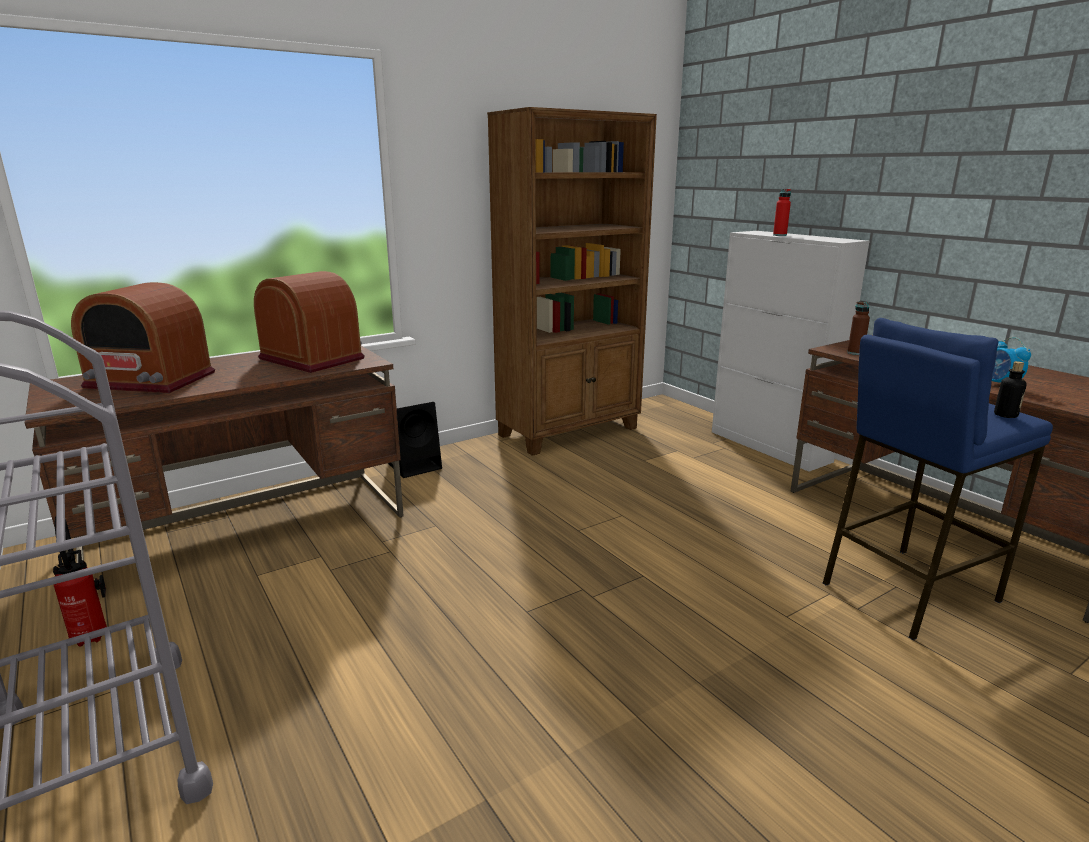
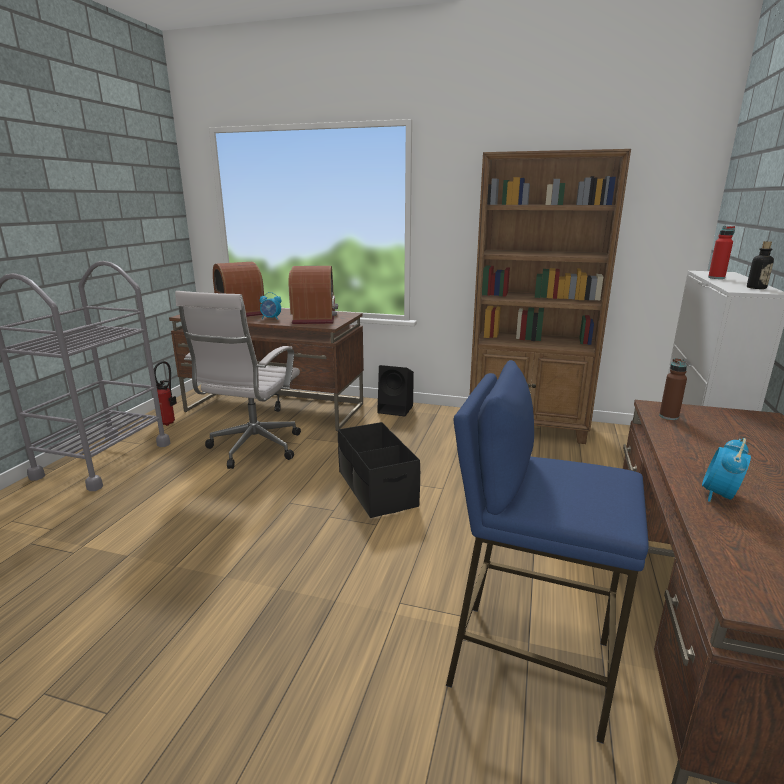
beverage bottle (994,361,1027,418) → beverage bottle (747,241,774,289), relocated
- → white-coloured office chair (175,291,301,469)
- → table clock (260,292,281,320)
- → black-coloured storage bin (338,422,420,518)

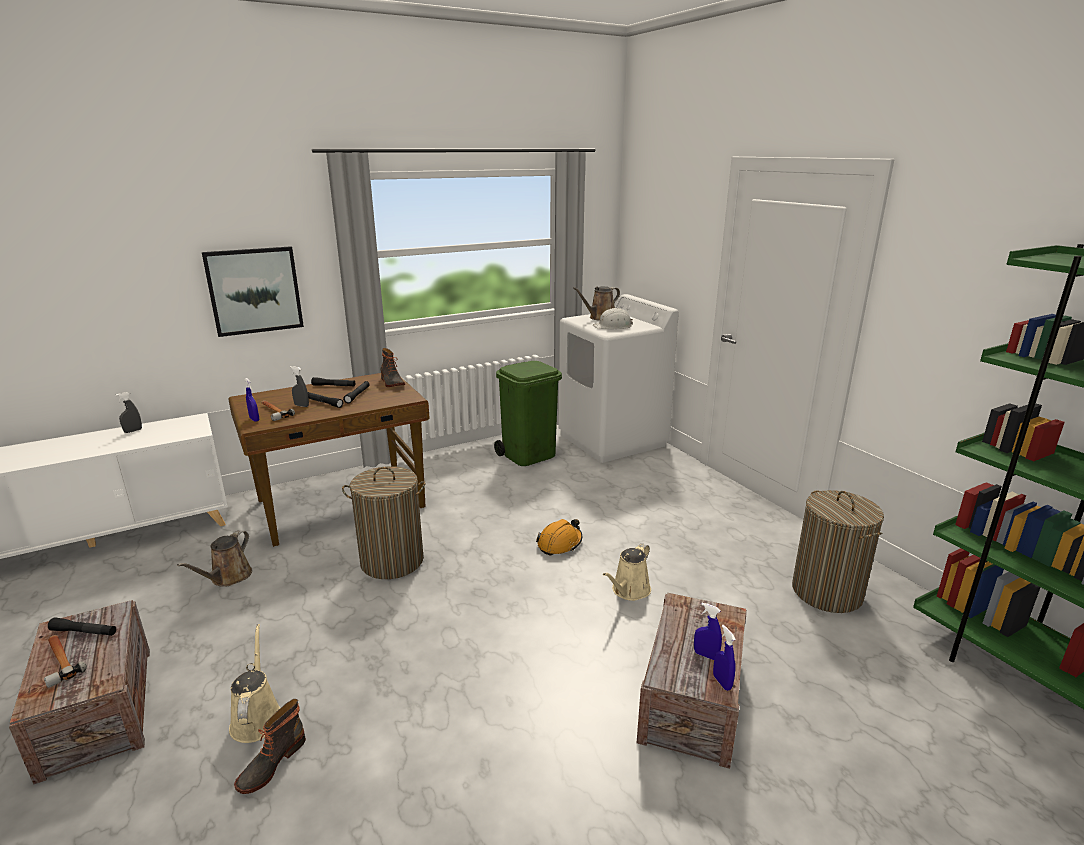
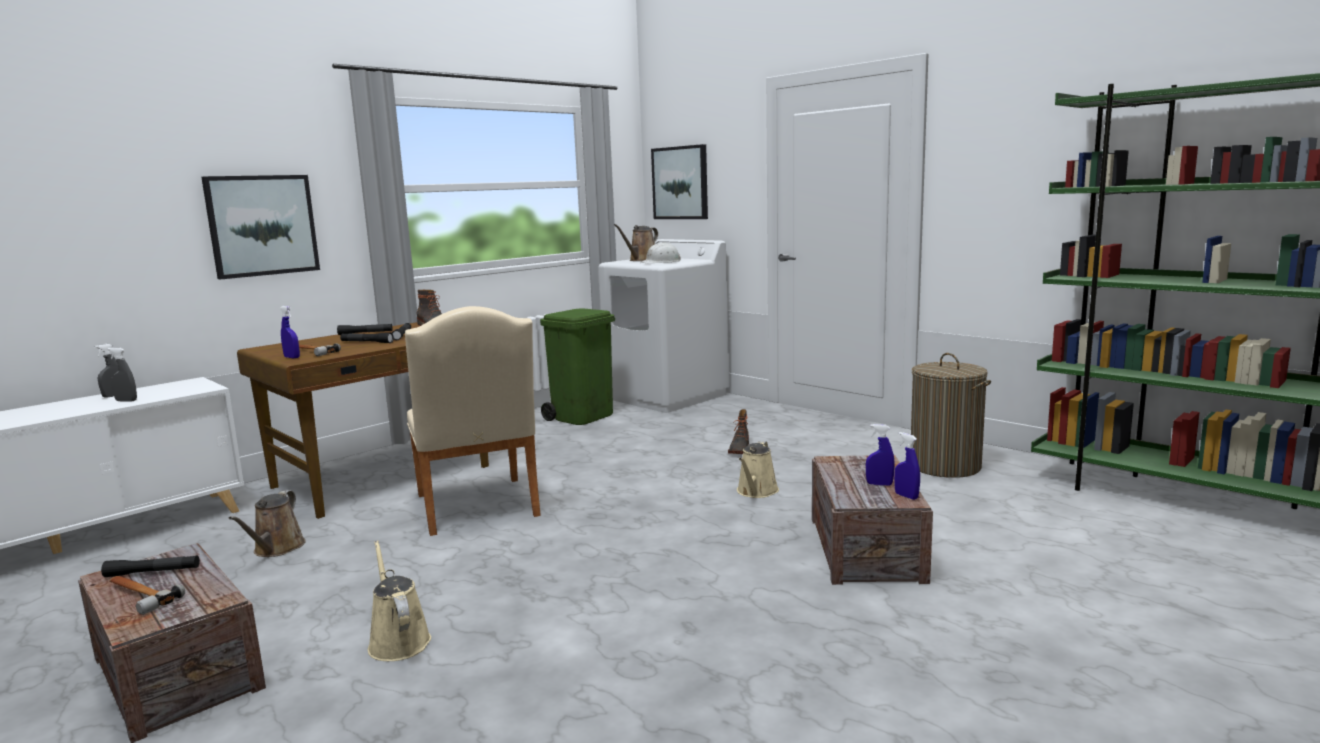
grey spray bottle (290,366,309,407) → grey spray bottle (107,348,137,402), relocated
washing basket (342,466,426,579) → beige-coloured upright chair (405,306,541,536)
orange-coloured hard hat (536,519,582,556) → -
tall boot (234,699,306,794) → tall boot (728,409,749,454), relocated
- → wall picture (651,144,708,219)

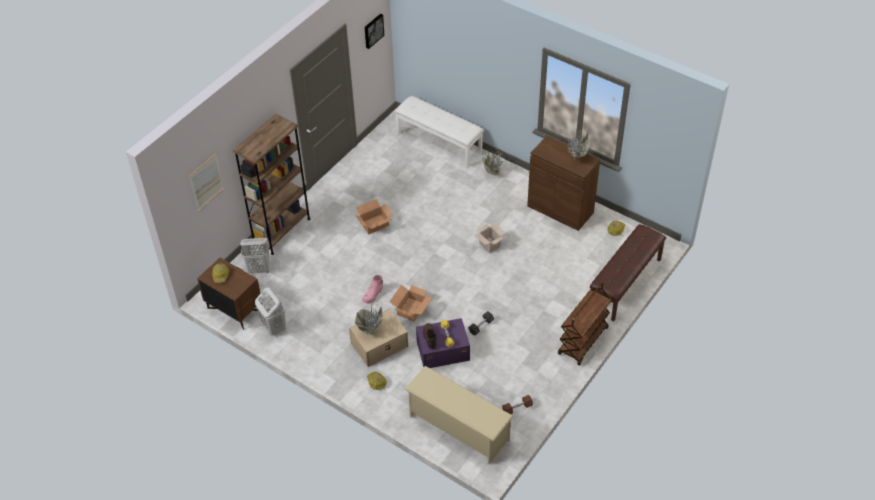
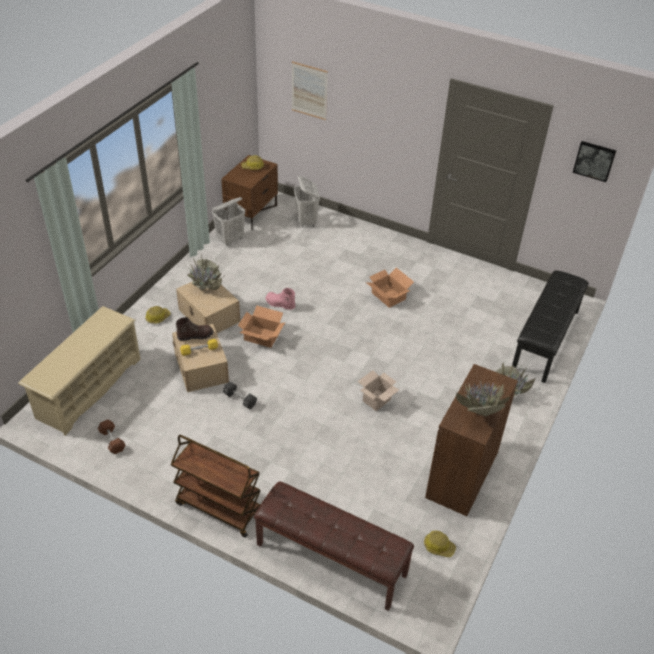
white-coloured long seat (395,96,484,168) → black-coloured long seat (512,270,589,383)
brown bookcase (233,114,310,255) → -
purple storage bin (416,318,470,368) → beige-coloured storage bin (172,324,229,392)

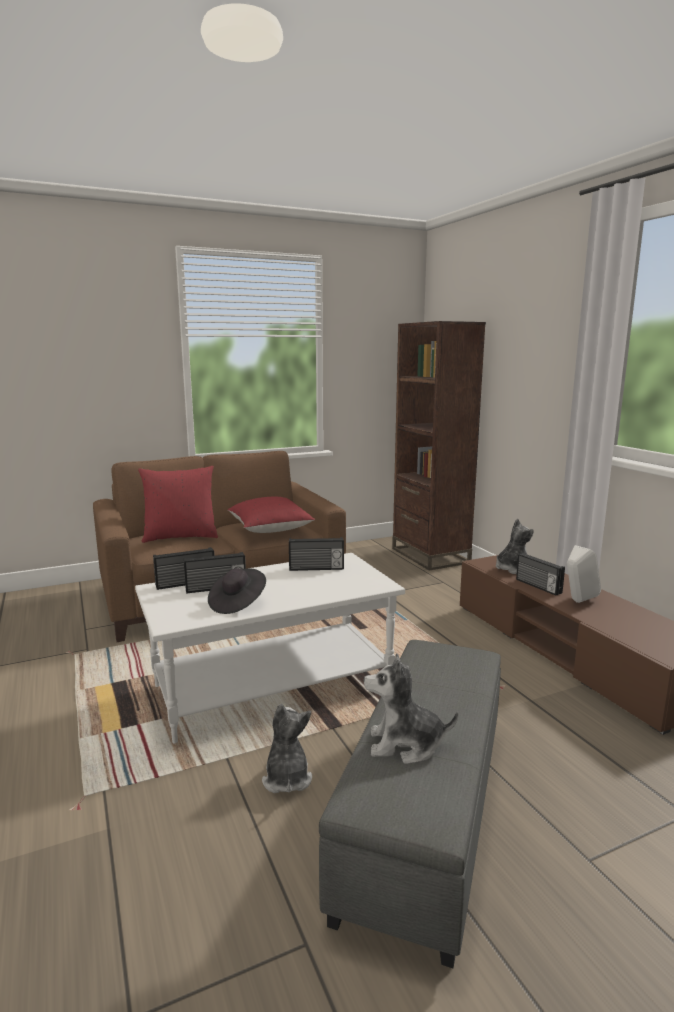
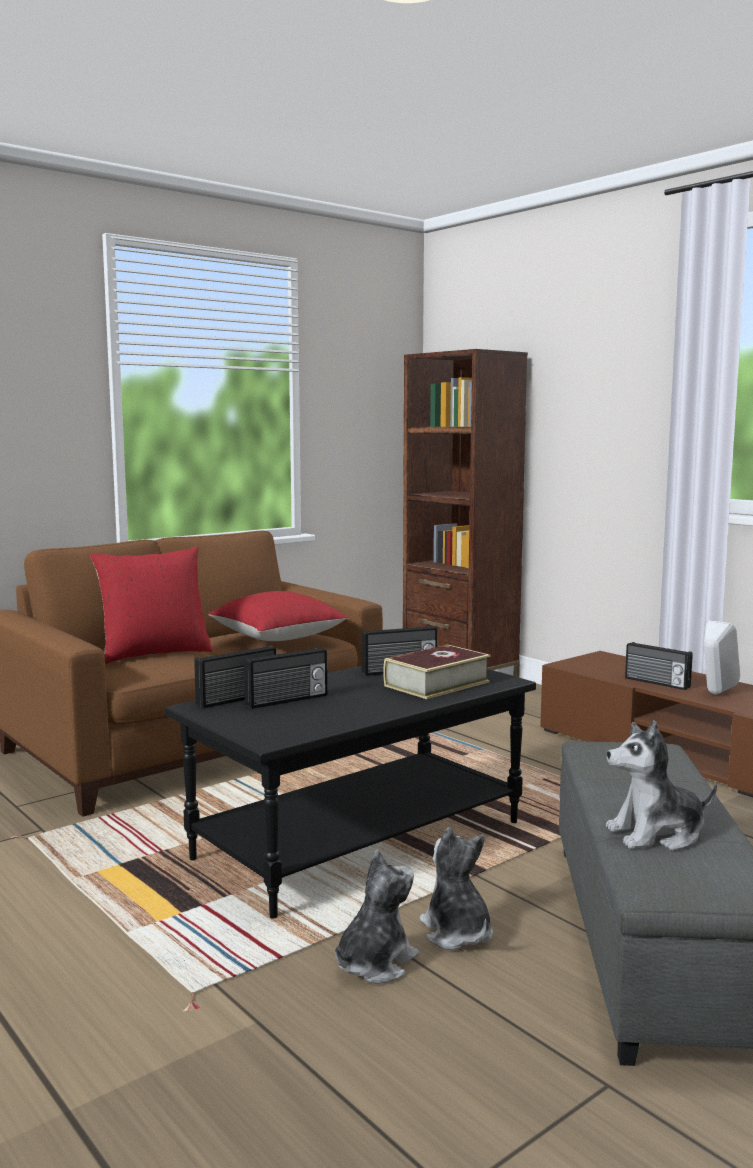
plush toy (496,518,534,574) → plush toy (335,849,419,983), relocated
white-coloured lounge table (135,553,405,743) → black-coloured lounge table (164,666,536,919)
black-coloured clothing hat (208,568,266,614) → -
- → bound book (383,645,490,699)

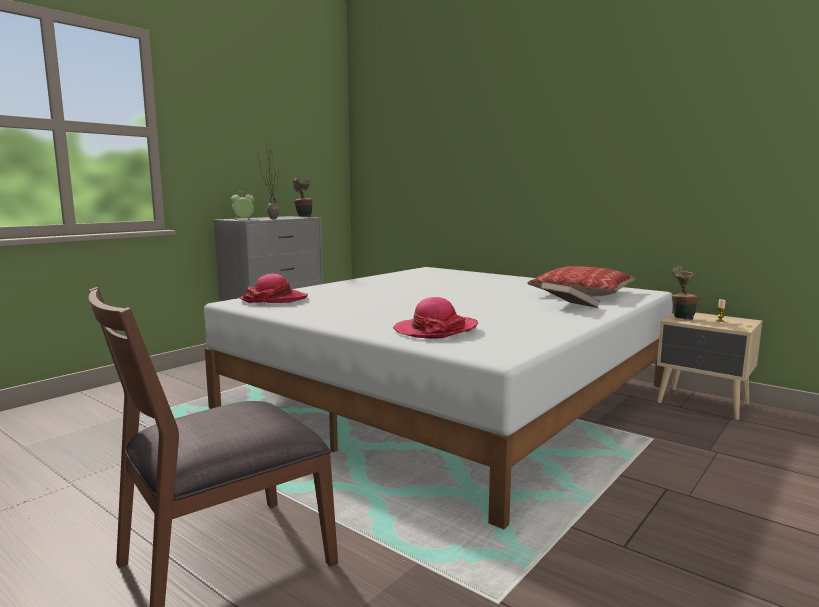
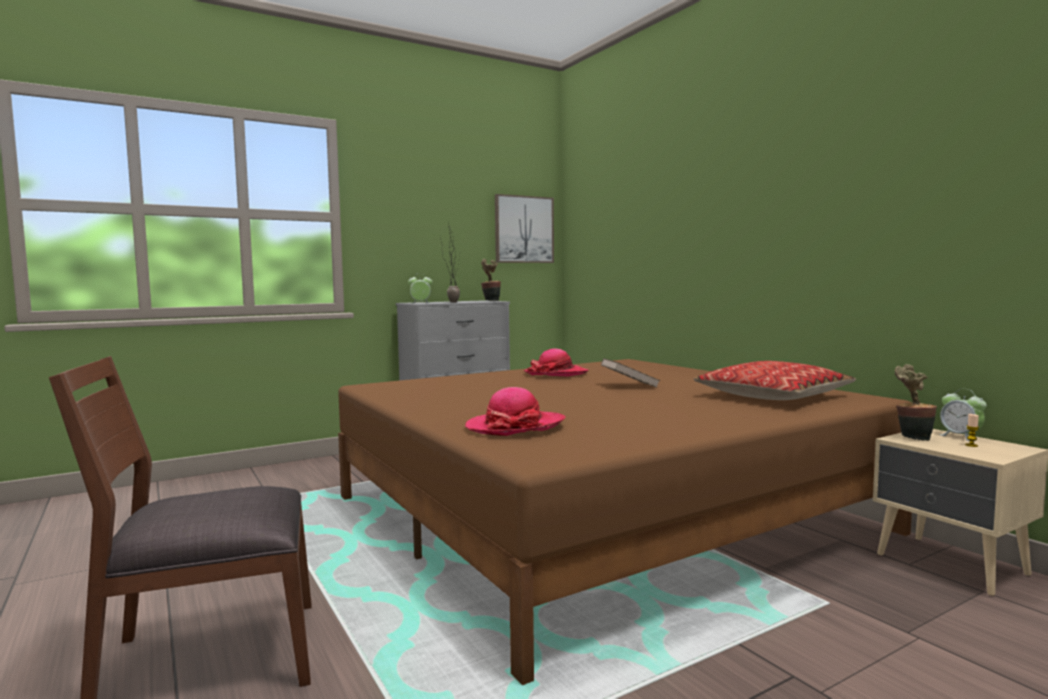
white-coloured bed (204,267,673,529) → brown bed (338,359,912,685)
clothing hat (240,274,308,303) → clothing hat (524,348,589,377), relocated
brown bound book (541,281,601,308) → brown bound book (601,358,660,388), relocated
- → wall picture (495,194,554,263)
- → table clock (939,389,987,442)

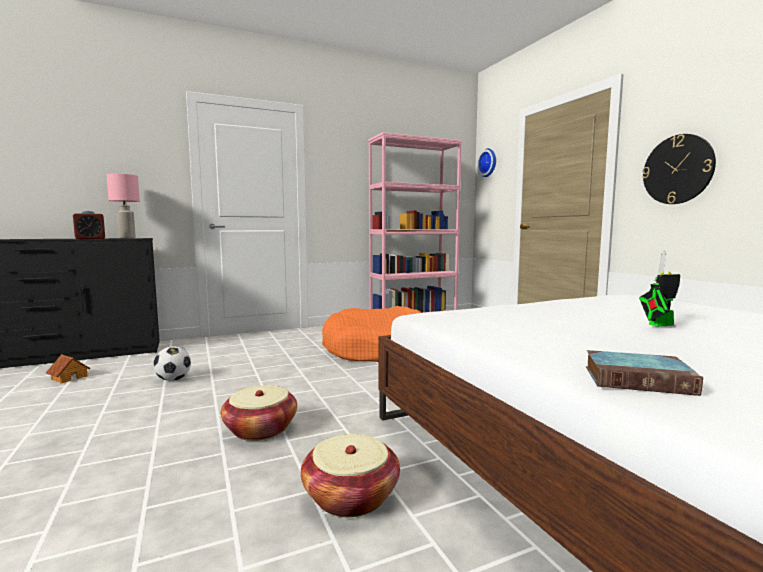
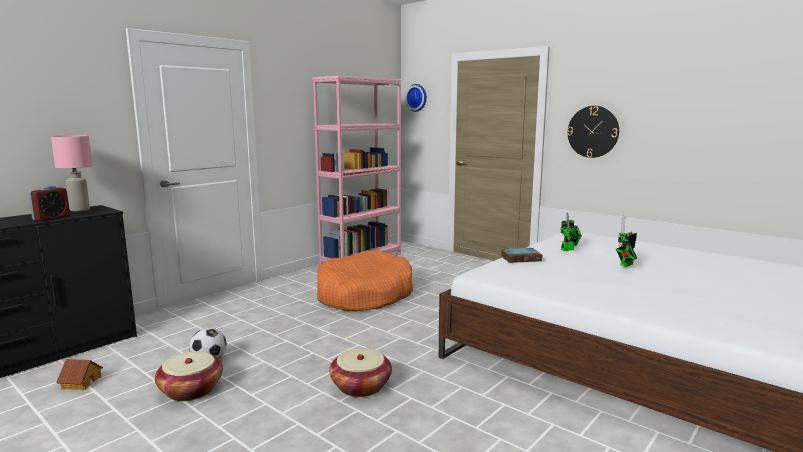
bound book (585,350,703,396) → bound book (501,248,542,263), relocated
storage basket (301,434,400,517) → storage basket (155,351,223,401), relocated
- → model robot (561,212,582,251)

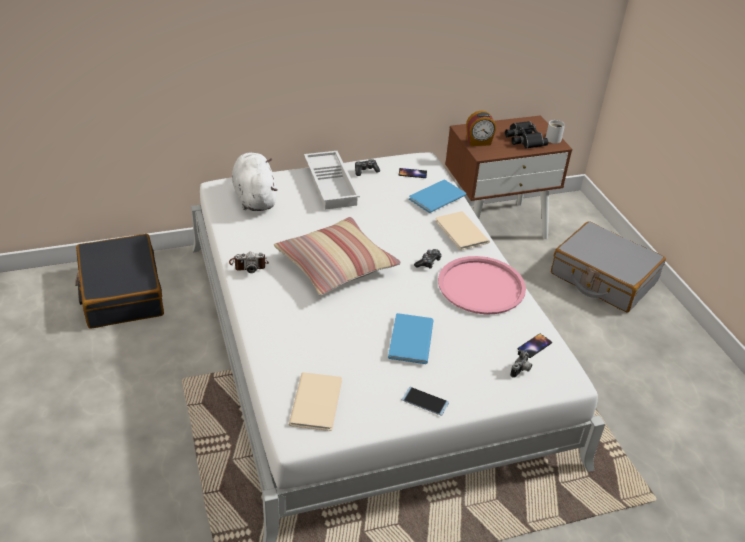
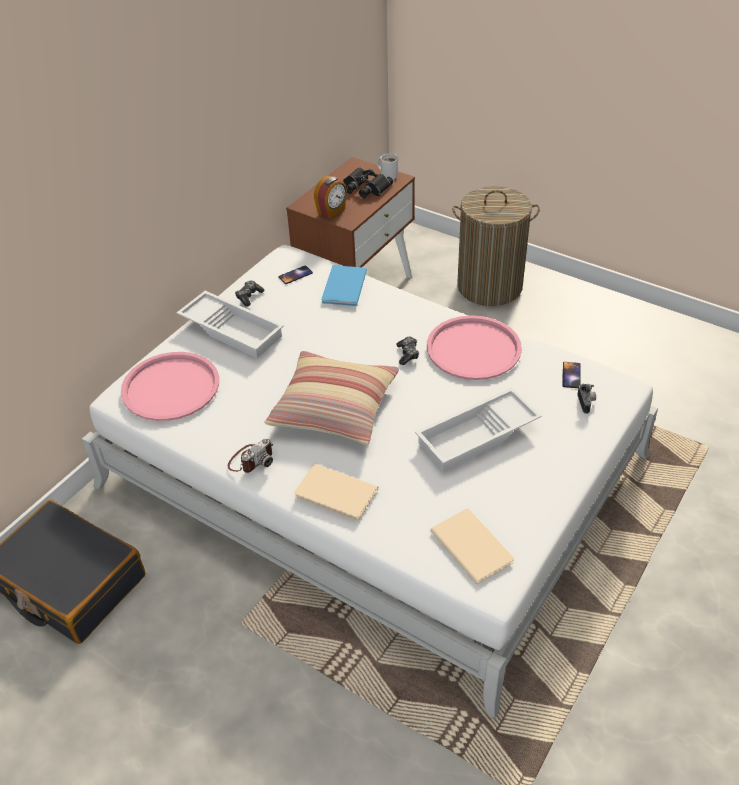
white-coloured plush toy (232,153,278,211) → pink carrying tray (121,352,219,421)
beige-coloured bound book (435,211,490,250) → beige-coloured bound book (294,464,378,521), relocated
grey piece of luggage (551,221,666,313) → washing basket (452,186,540,306)
blue bound book (388,313,434,364) → white-coloured carrying tray (415,387,541,471)
handset (402,387,449,416) → -

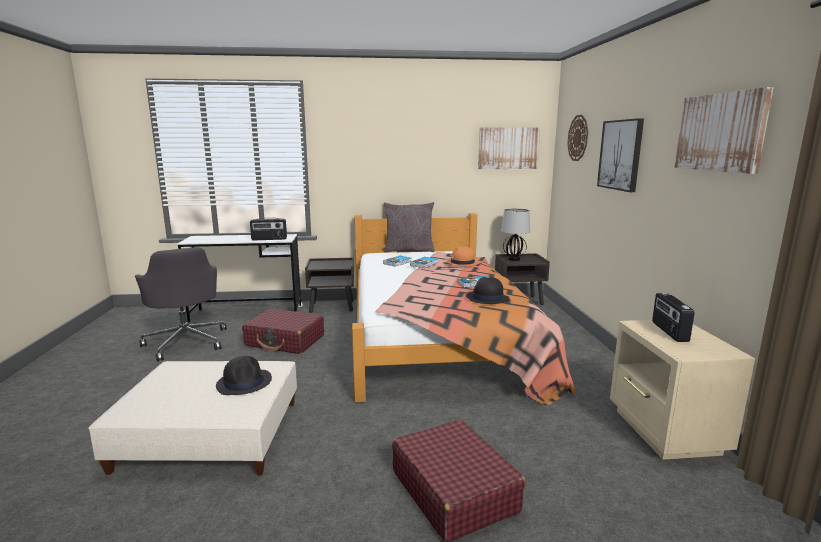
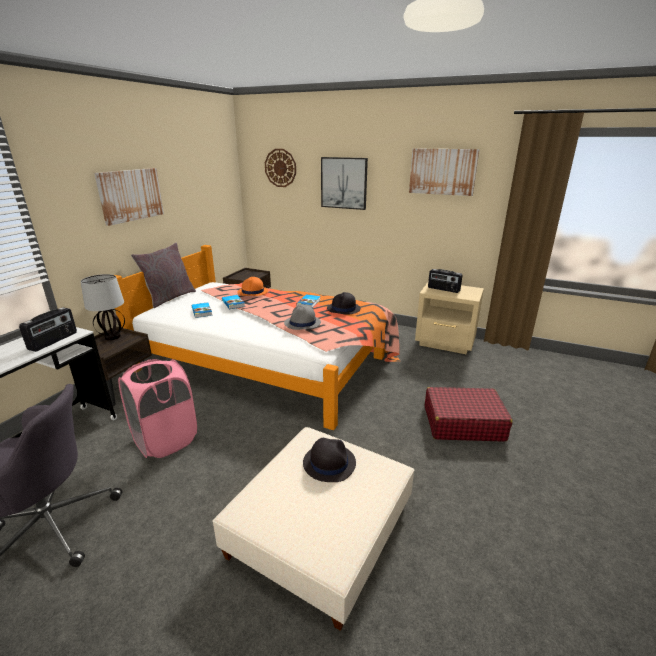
wall picture (478,127,540,169) → wall picture (94,168,164,226), relocated
lamp for a table (501,208,530,261) → lamp for a table (81,274,125,340), relocated
red-coloured piece of luggage (242,309,324,354) → pink washing basket (118,359,197,458)
- → grey clothing hat (284,305,321,330)

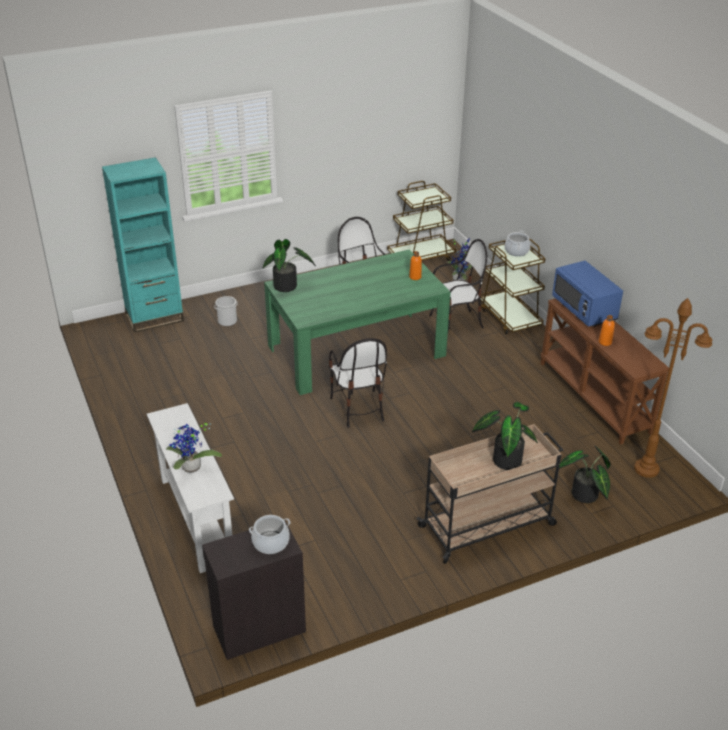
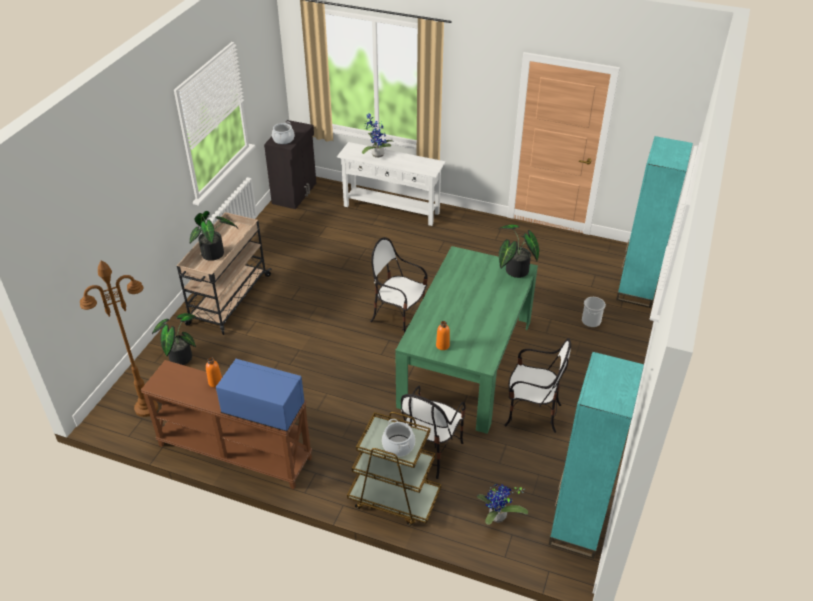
brown wheeled cart (387,181,456,261) → blue-green bookcase (549,352,644,559)

